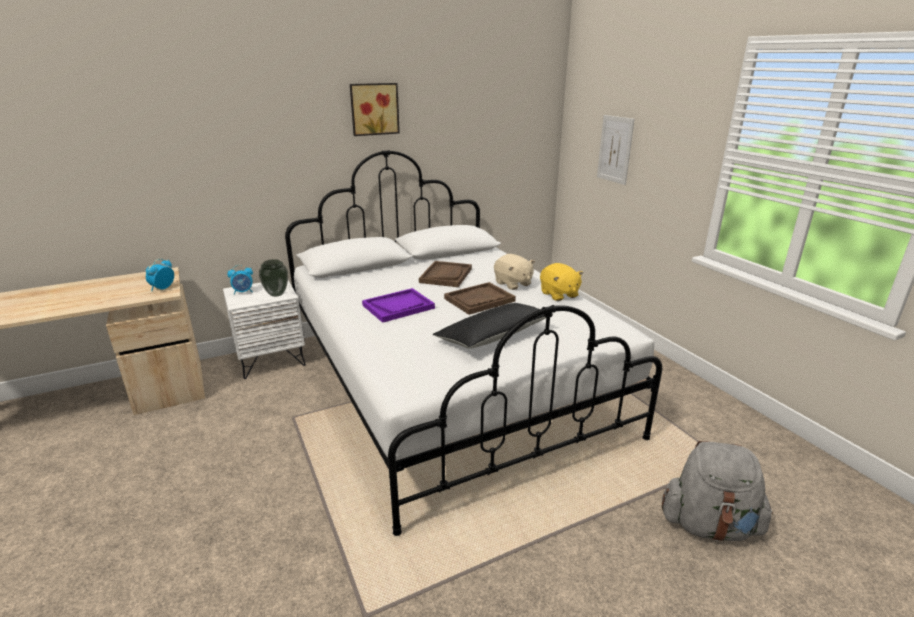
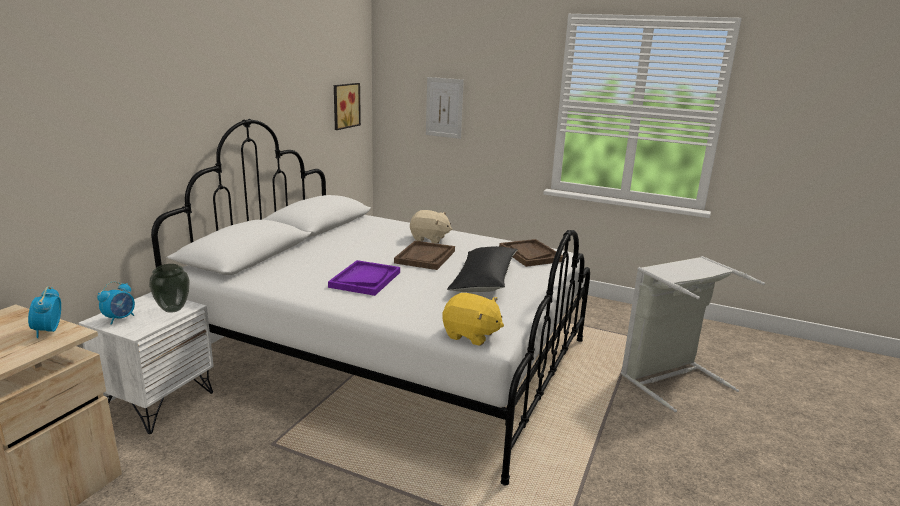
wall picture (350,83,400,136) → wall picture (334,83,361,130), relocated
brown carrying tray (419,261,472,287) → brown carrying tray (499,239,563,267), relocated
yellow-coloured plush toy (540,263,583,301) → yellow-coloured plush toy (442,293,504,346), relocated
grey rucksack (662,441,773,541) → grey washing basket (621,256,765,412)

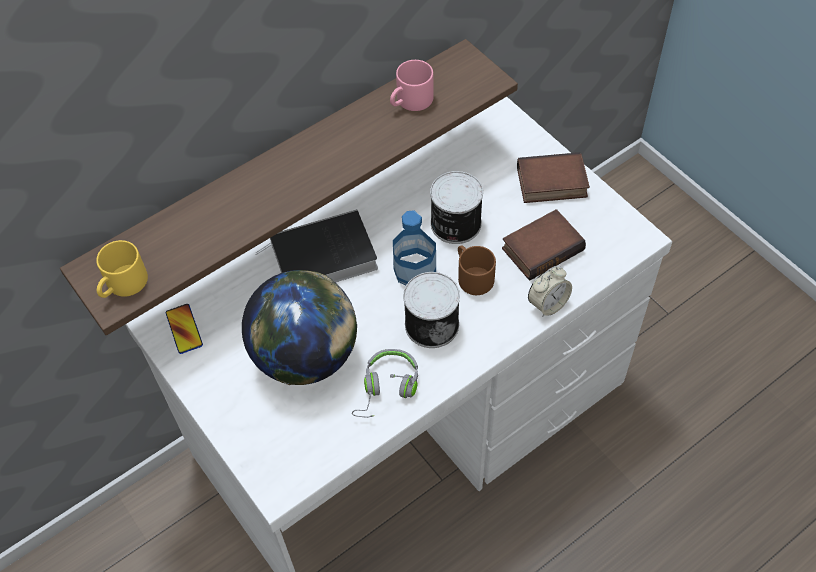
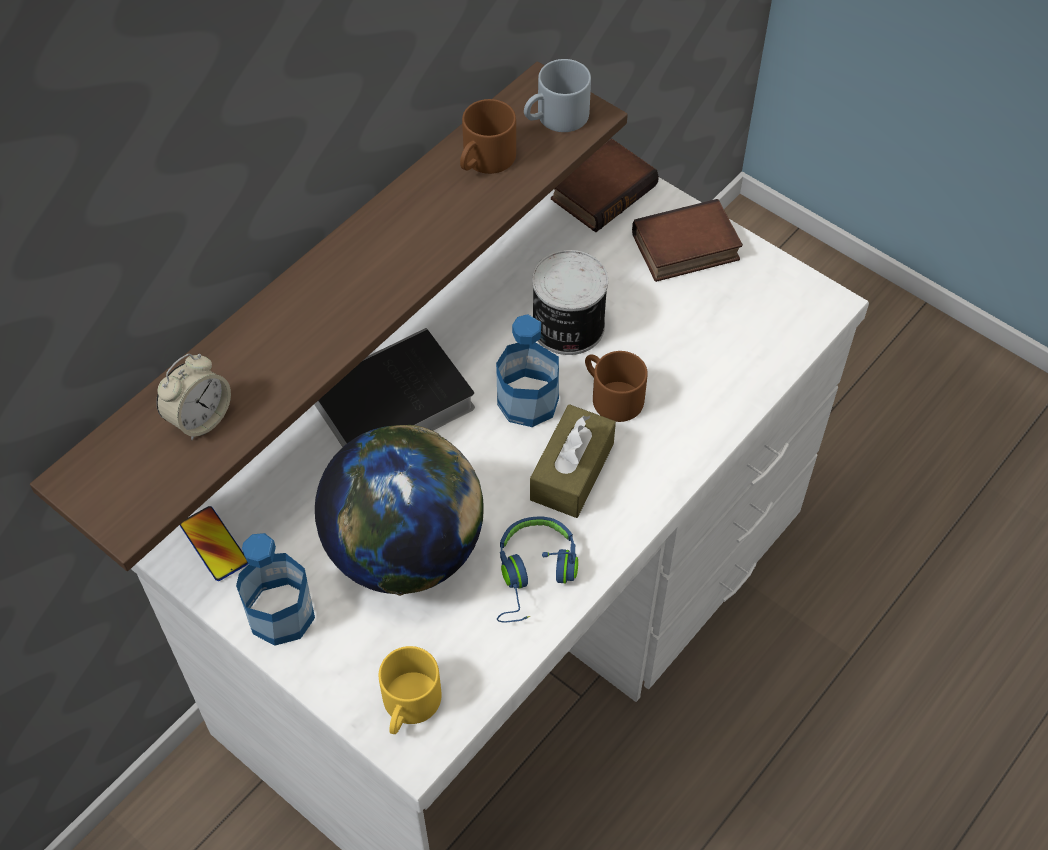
pink tea mug (390,60,434,111) → brown tea mug (460,99,516,174)
bound book (502,209,586,280) → bound book (551,139,659,232), relocated
yellow-coloured tea mug (96,240,148,298) → yellow-coloured tea mug (379,646,442,734), relocated
table clock (528,266,572,317) → table clock (156,354,231,440), relocated
metal can (403,272,460,348) → brown box of tissues (530,404,616,518)
grey headset (352,349,418,418) → blue headset (497,516,578,623)
- → grey tea mug (524,59,591,132)
- → beverage bottle (236,533,315,646)

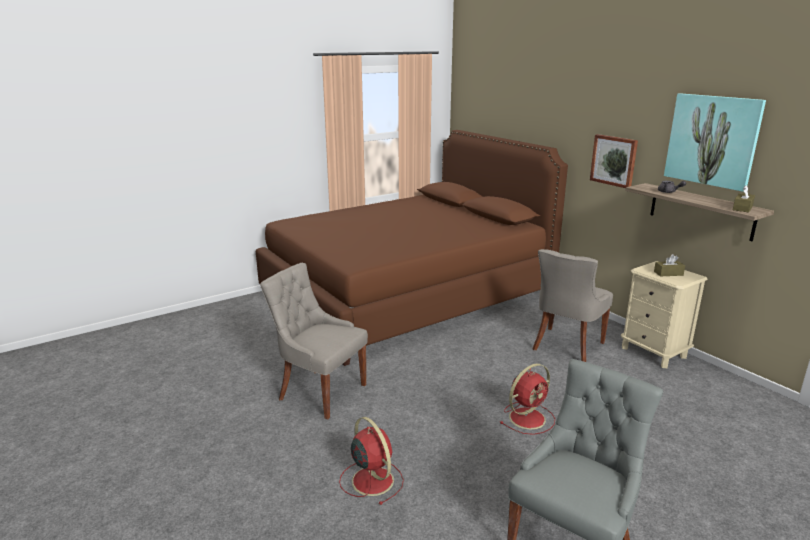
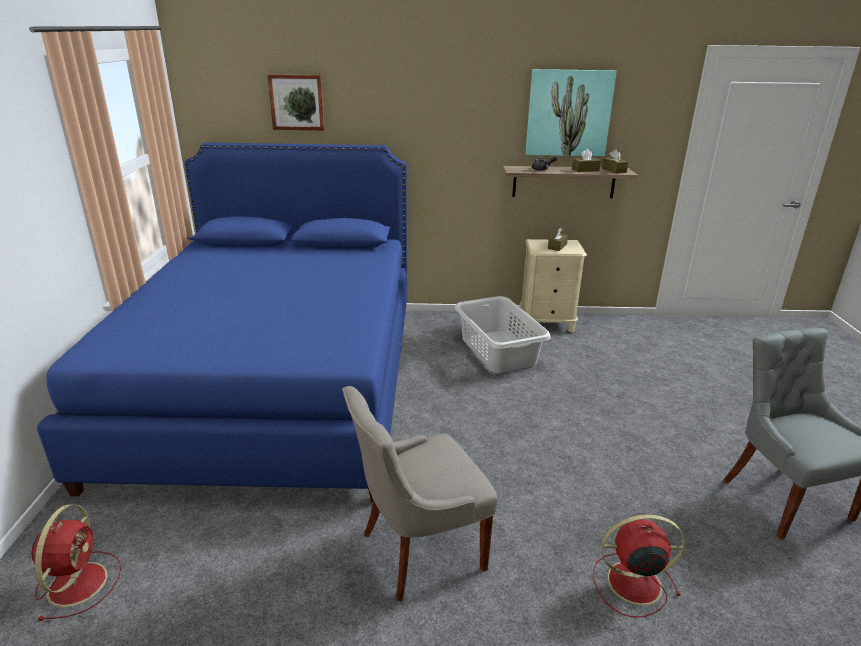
brown bed (256,130,568,366) → blue bed (37,142,407,502)
wall picture (590,134,638,188) → wall picture (268,74,325,130), relocated
grey upright chair (532,249,613,362) → grey washing basket (455,296,551,373)
red-coloured electric fan (500,364,555,435) → red-coloured electric fan (31,505,122,621), relocated
- → brown box of tissues (572,149,601,172)

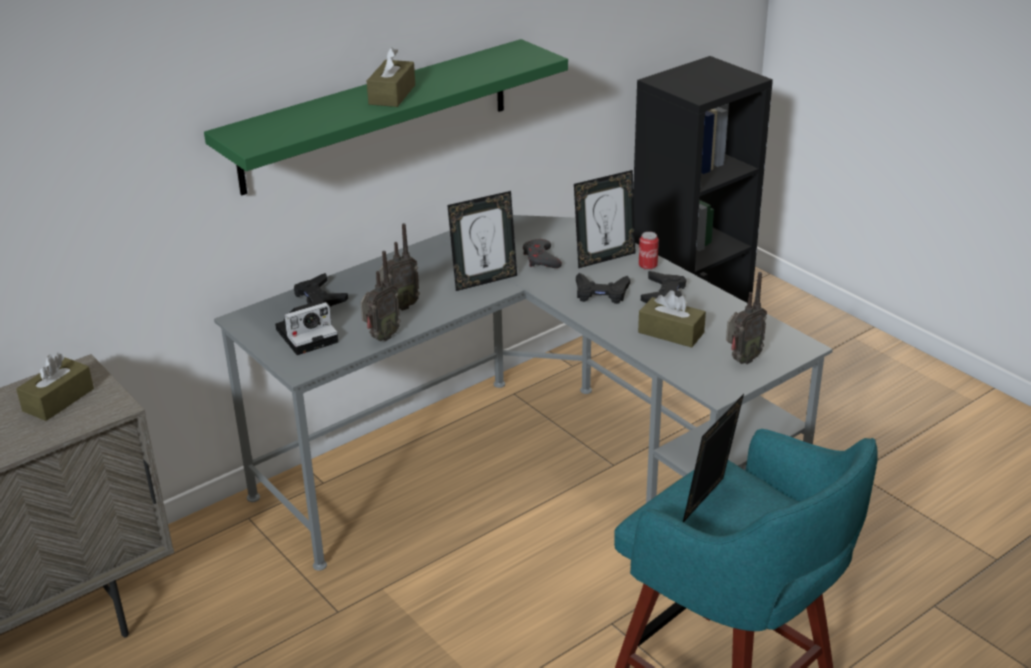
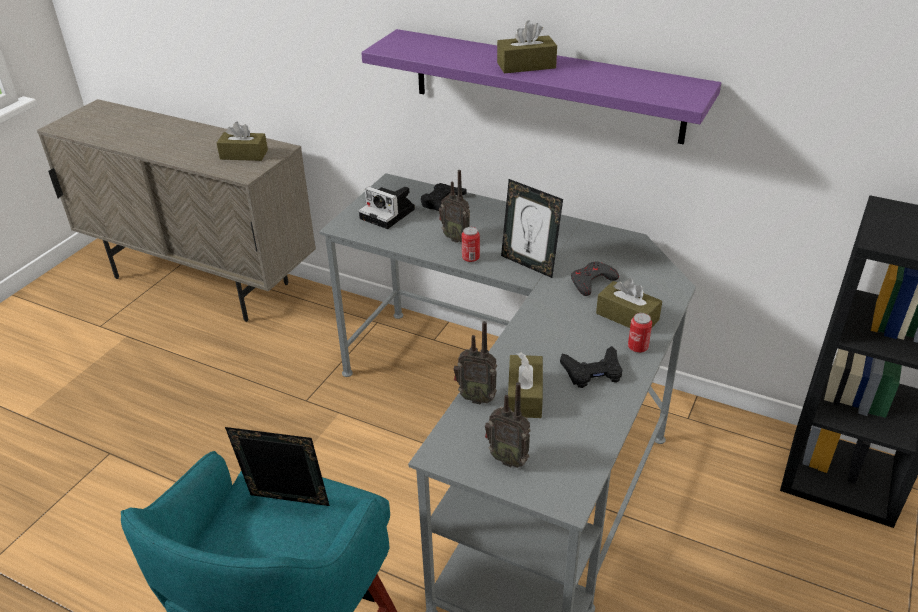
green shelf (204,39,568,195) → purple shelf (361,29,721,144)
standing frame (574,170,636,268) → brown box of tissues (596,279,662,328)
radio set (360,251,401,341) → radio set (454,321,497,405), relocated
black-coloured gamepad (576,273,630,304) → -
- → metal can (462,227,480,262)

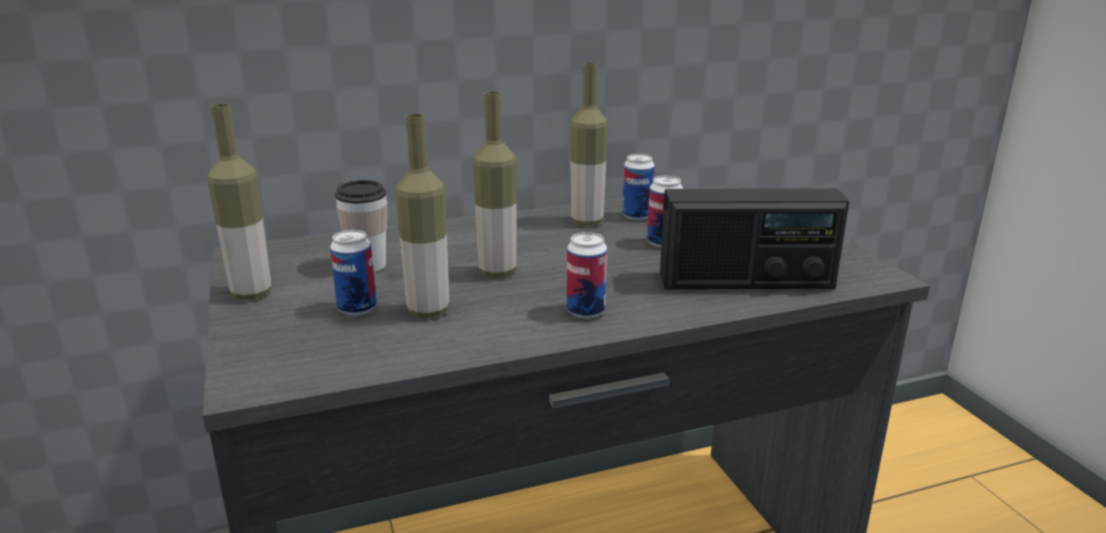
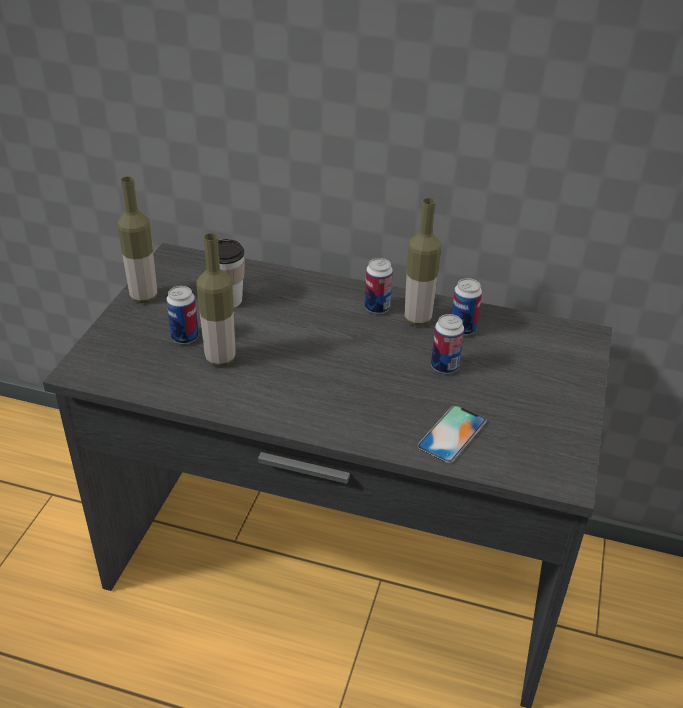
beverage bottle (472,91,517,277) → -
radio set (660,188,849,289) → handset (417,405,487,463)
metal can (567,232,607,319) → metal can (364,258,393,314), relocated

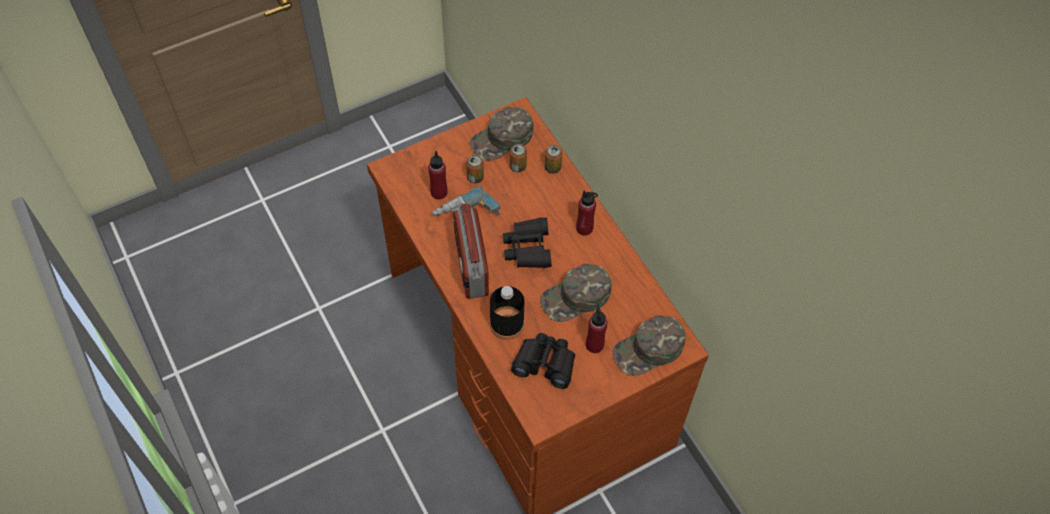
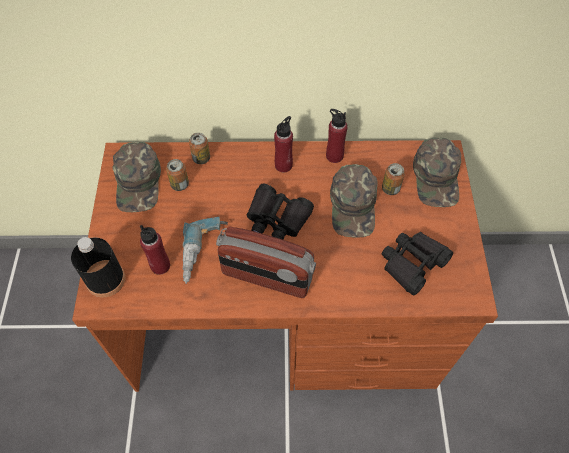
metal can (466,155,484,183) → metal can (382,163,405,195), relocated
black-coloured beverage bottle (490,286,524,340) → black-coloured beverage bottle (71,237,125,298), relocated
red-coloured beverage bottle (586,305,608,353) → red-coloured beverage bottle (326,109,348,163), relocated

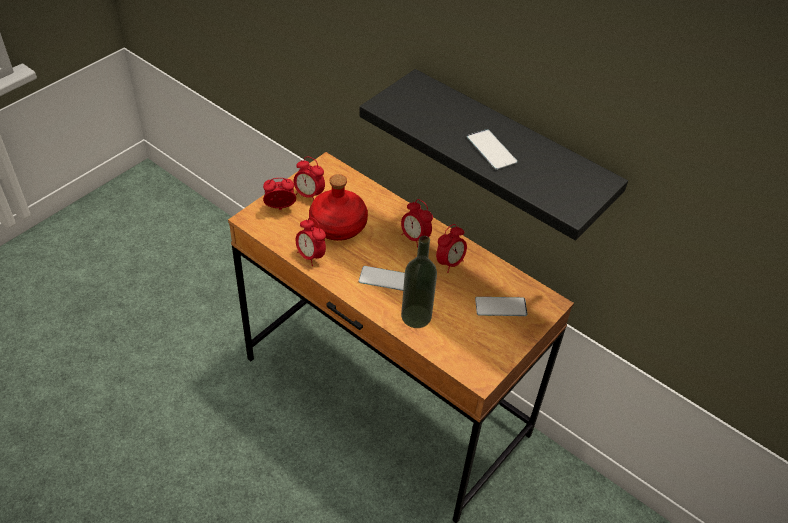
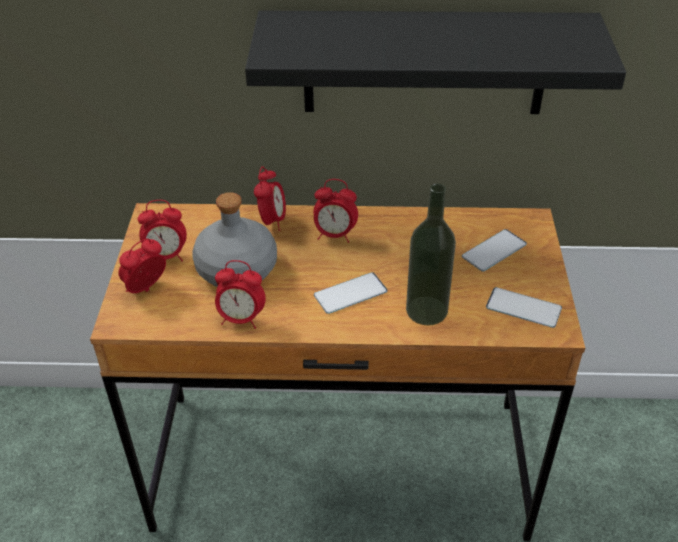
handset (467,129,518,170) → handset (486,287,562,328), relocated
red-coloured beverage bottle (309,174,368,241) → grey beverage bottle (192,192,277,287)
table clock (436,224,467,273) → table clock (254,166,286,231), relocated

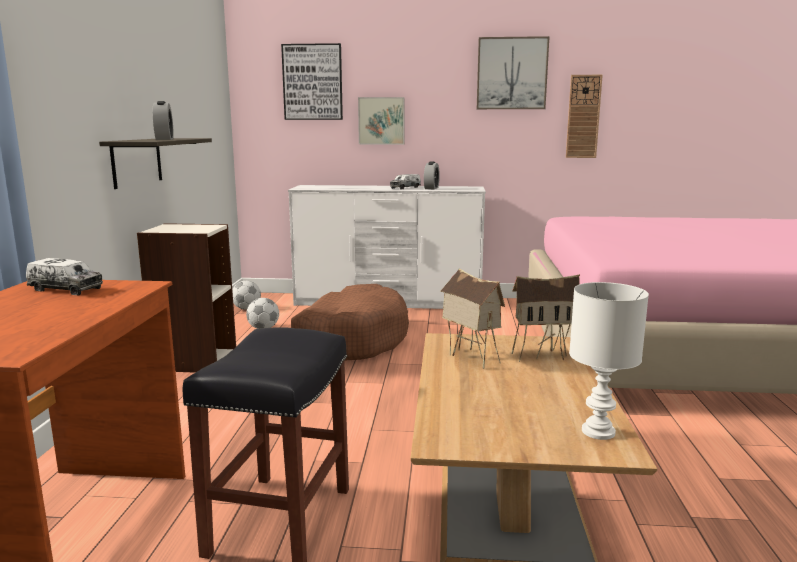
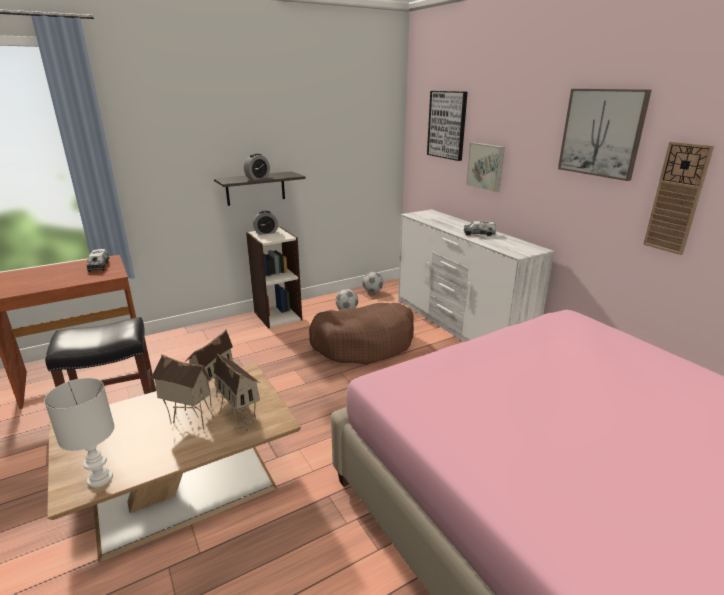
table clock (424,162,440,189) → table clock (253,211,278,235), relocated
- → model house (151,354,215,430)

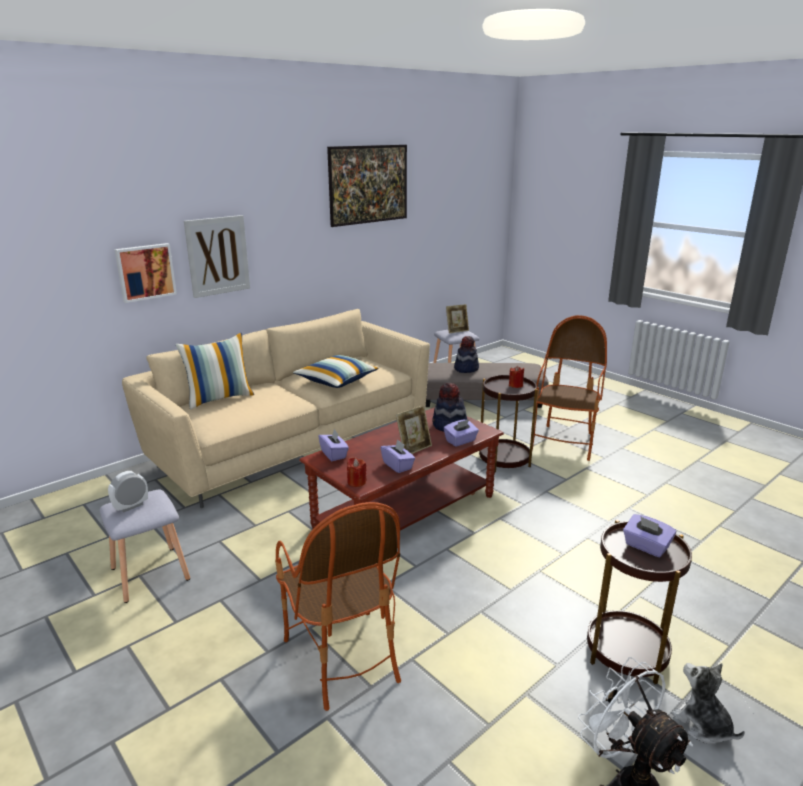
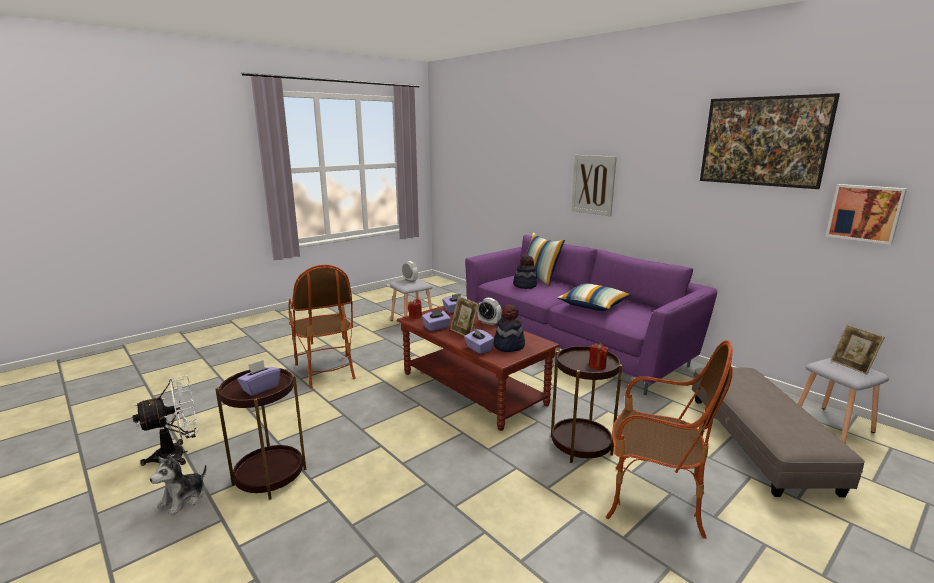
wall picture (114,243,177,303) → wall picture (826,184,907,245), relocated
beige-coloured sofa (122,309,430,508) → purple sofa (465,235,717,395)
clothing hat (454,336,479,373) → clothing hat (513,255,537,289), relocated
lounge chair (275,502,401,711) → lounge chair (289,265,356,388), 90 degrees counterclockwise
plush toy (672,663,745,744) → plush toy (150,456,207,515), 150 degrees clockwise
- → table clock (477,298,501,326)

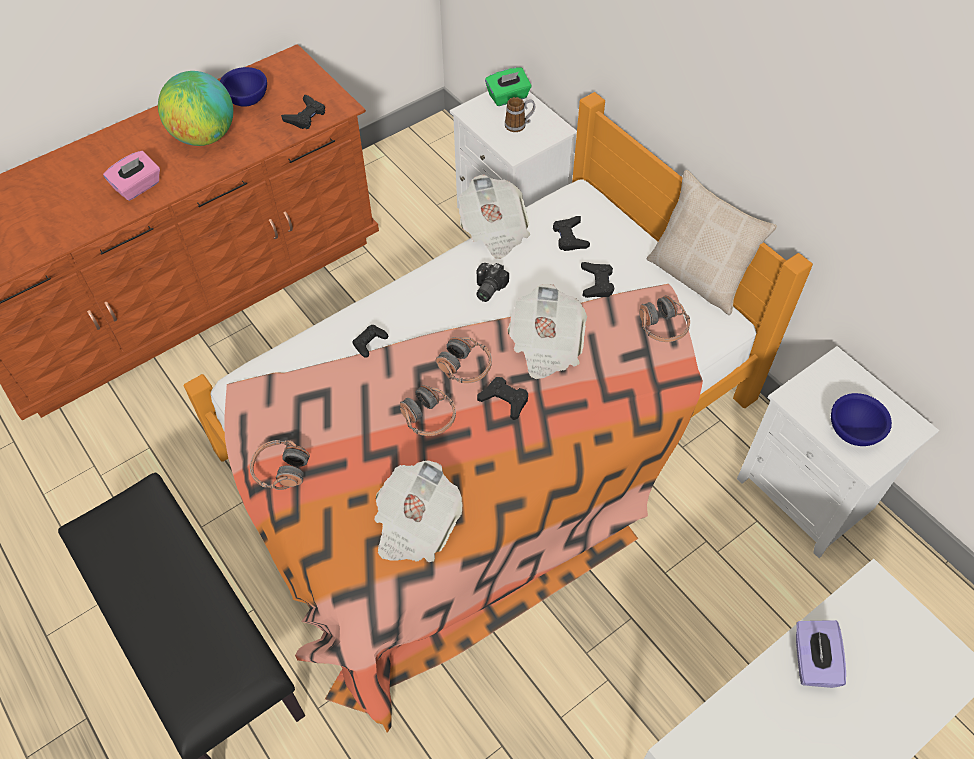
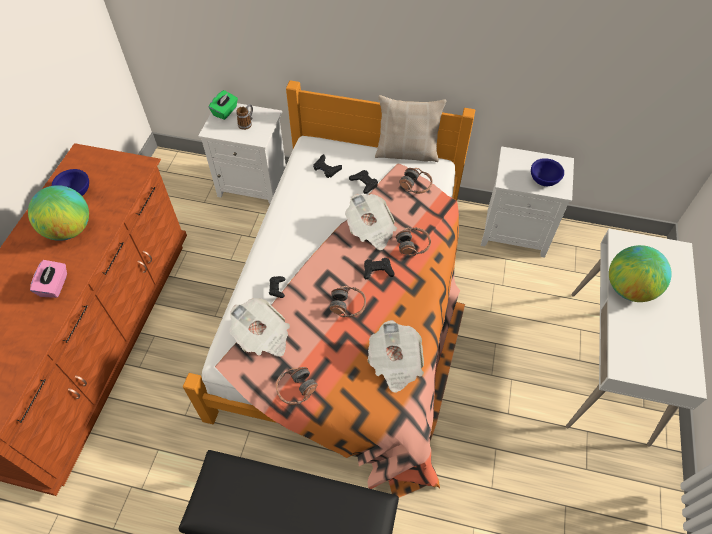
black-coloured gamepad (281,95,325,129) → -
newspaper (458,175,530,259) → newspaper (229,298,290,357), relocated
still camera (476,263,509,302) → -
headset (436,337,492,383) → headset (396,228,431,256), relocated
purple box of tissues (796,620,846,688) → desk globe (609,245,672,302)

